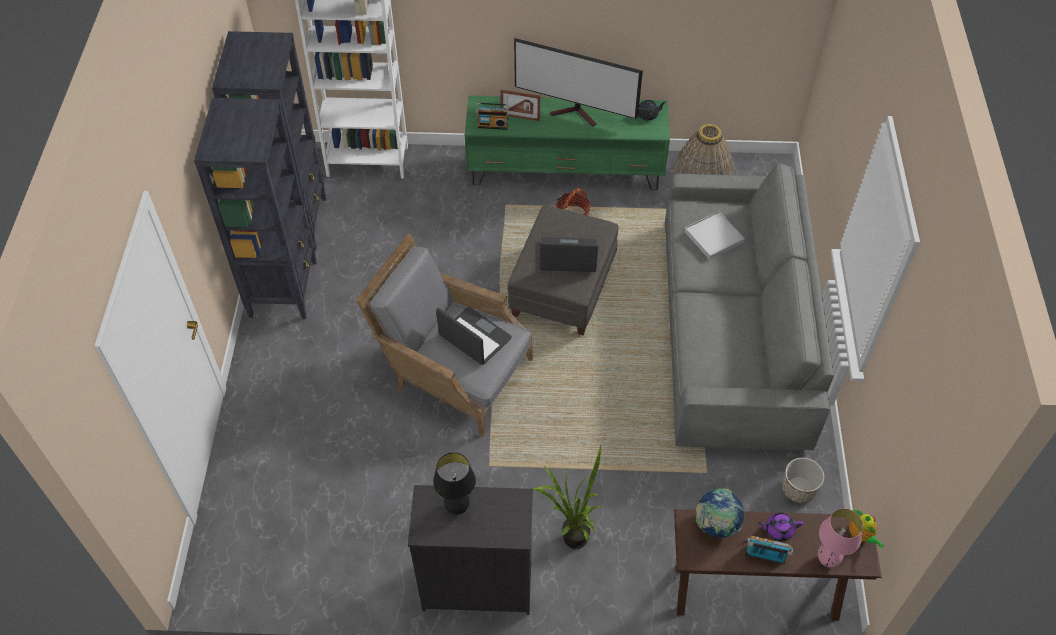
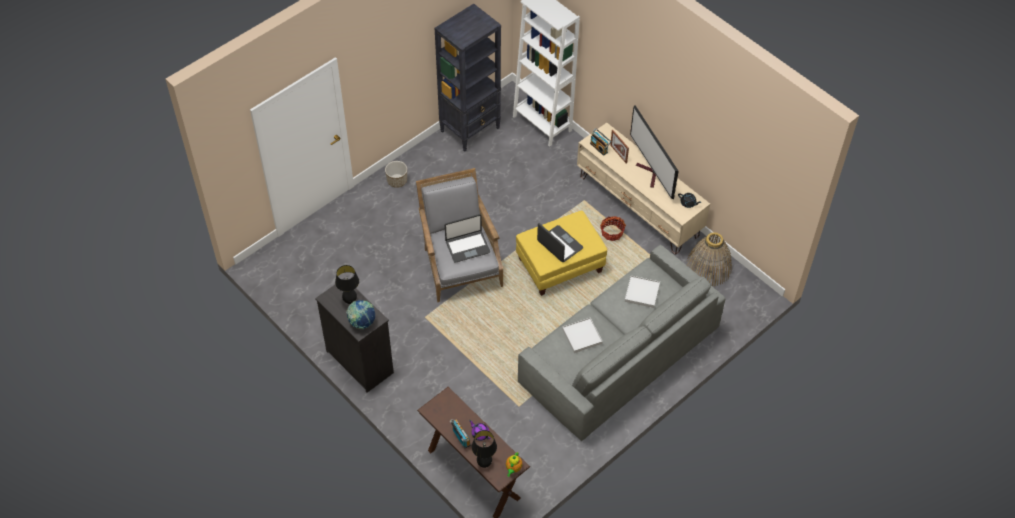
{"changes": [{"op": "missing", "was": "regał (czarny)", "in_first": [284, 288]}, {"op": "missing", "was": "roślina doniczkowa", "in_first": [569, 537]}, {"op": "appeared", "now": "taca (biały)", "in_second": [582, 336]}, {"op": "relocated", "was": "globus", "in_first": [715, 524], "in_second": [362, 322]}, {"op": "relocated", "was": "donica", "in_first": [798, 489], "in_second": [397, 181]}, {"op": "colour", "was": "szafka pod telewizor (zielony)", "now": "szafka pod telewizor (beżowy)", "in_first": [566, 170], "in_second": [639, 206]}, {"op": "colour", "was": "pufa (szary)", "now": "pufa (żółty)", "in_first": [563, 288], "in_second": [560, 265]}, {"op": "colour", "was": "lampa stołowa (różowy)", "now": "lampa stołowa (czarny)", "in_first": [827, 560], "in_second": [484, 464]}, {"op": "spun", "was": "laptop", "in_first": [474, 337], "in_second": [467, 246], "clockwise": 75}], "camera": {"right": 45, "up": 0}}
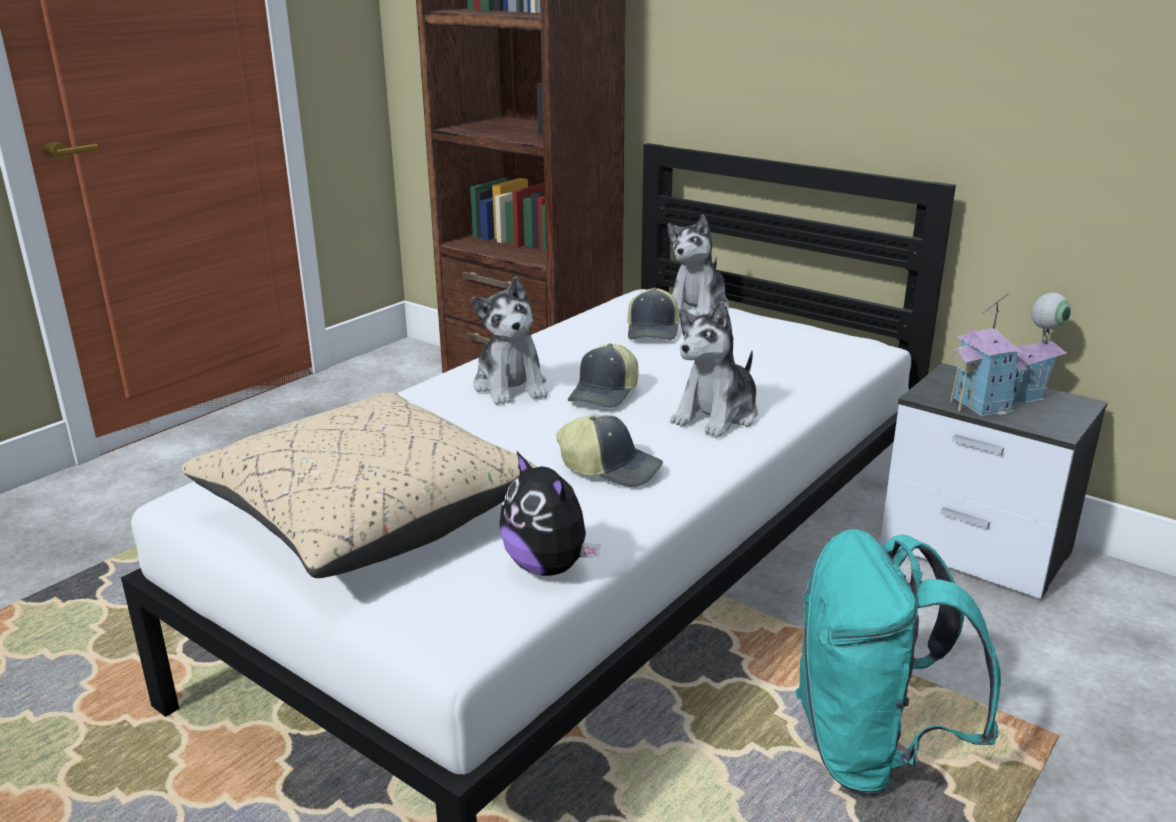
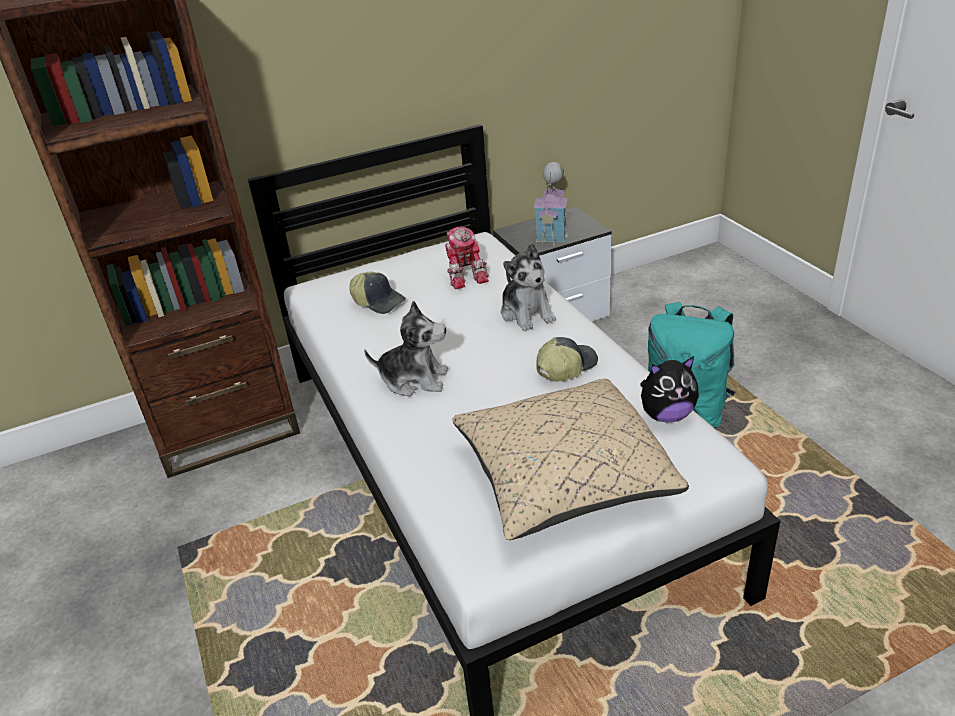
{"changes": [{"op": "missing", "was": "czapka z daszkiem", "in_first": [605, 394]}, {"op": "missing", "was": "pluszak", "in_first": [698, 307]}, {"op": "appeared", "now": "robot zabawkowy", "in_second": [465, 274]}], "camera": {"right": -60, "up": 10}}
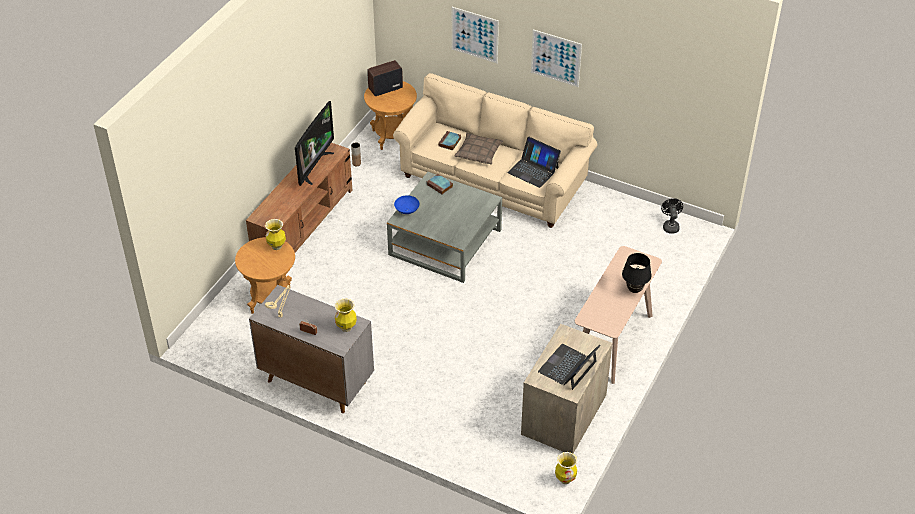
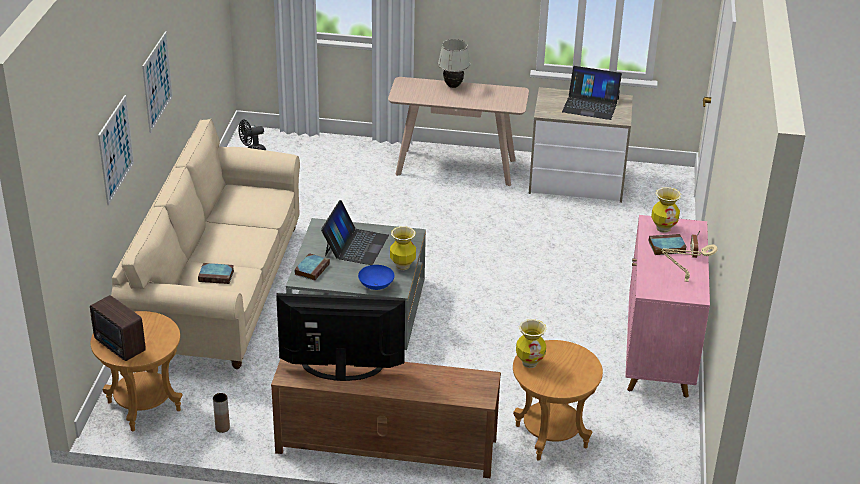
{"changes": [{"op": "missing", "was": "poduszka", "in_first": [479, 152]}, {"op": "appeared", "now": "książka", "in_second": [666, 247]}, {"op": "relocated", "was": "laptop", "in_first": [533, 170], "in_second": [355, 245]}, {"op": "relocated", "was": "wazon", "in_first": [565, 479], "in_second": [402, 266]}, {"op": "colour", "was": "szafka (szary)", "now": "szafka (różowy)", "in_first": [316, 381], "in_second": [658, 357]}, {"op": "colour", "was": "lampa stołowa (czarny)", "now": "lampa stołowa (biały)", "in_first": [634, 290], "in_second": [453, 86]}], "camera": {"right": -110, "up": -10}}
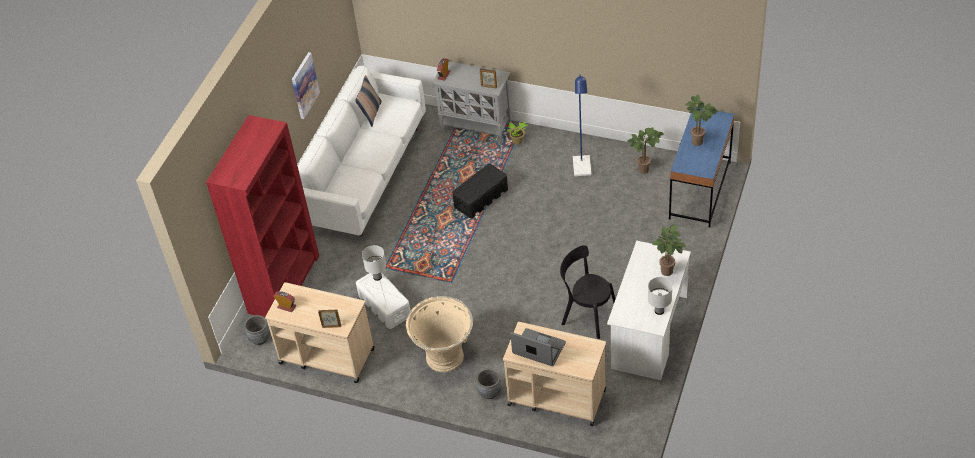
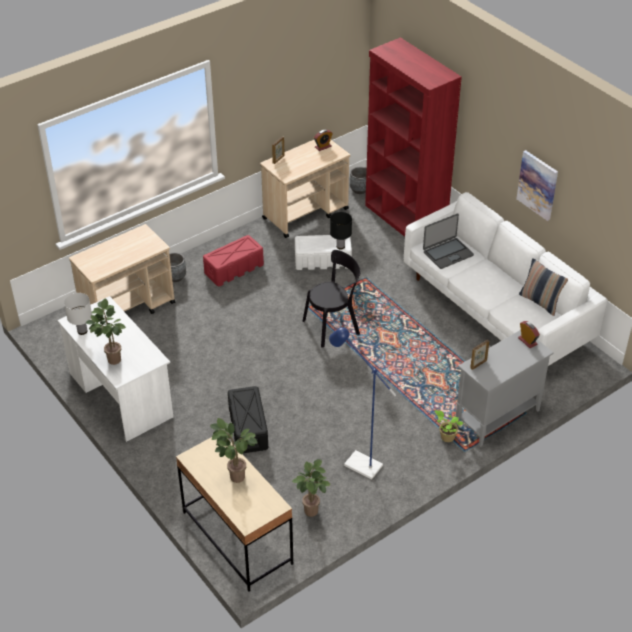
{"changes": [{"op": "relocated", "was": "pojemnik do przechowywania (czarny)", "in_first": [481, 198], "in_second": [248, 428]}, {"op": "relocated", "was": "laptop", "in_first": [538, 349], "in_second": [447, 253]}, {"op": "relocated", "was": "krzesło (czarny)", "in_first": [587, 315], "in_second": [333, 326]}, {"op": "exchanged", "was": "donica (beżowy)", "now": "pojemnik do przechowywania (czerwony)", "in_first": [444, 358], "in_second": [234, 269]}, {"op": "colour", "was": "lampa stołowa (biały)", "now": "lampa stołowa (czarny)", "in_first": [377, 277], "in_second": [340, 246]}, {"op": "colour", "was": "biurko (niebieski)", "now": "biurko (beżowy)", "in_first": [699, 190], "in_second": [237, 537]}], "camera": {"right": 120, "up": -5}}
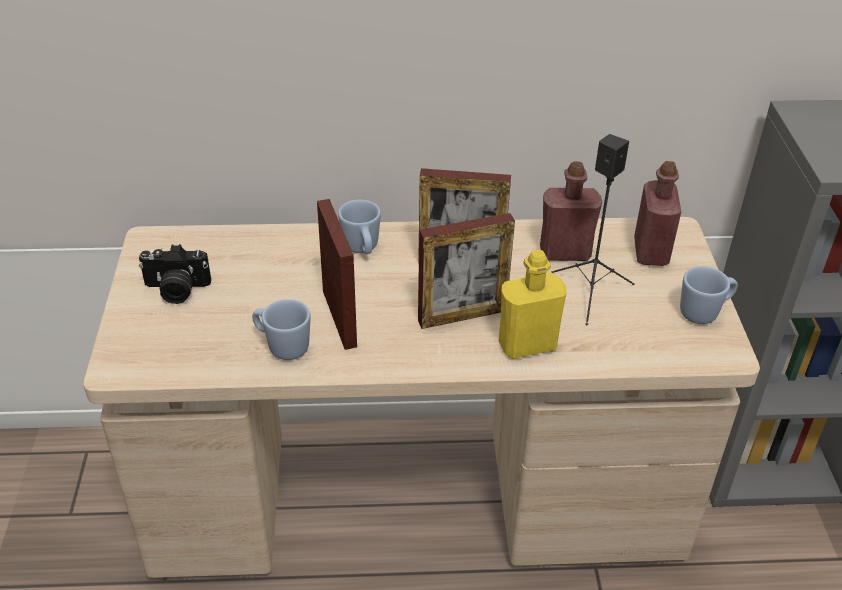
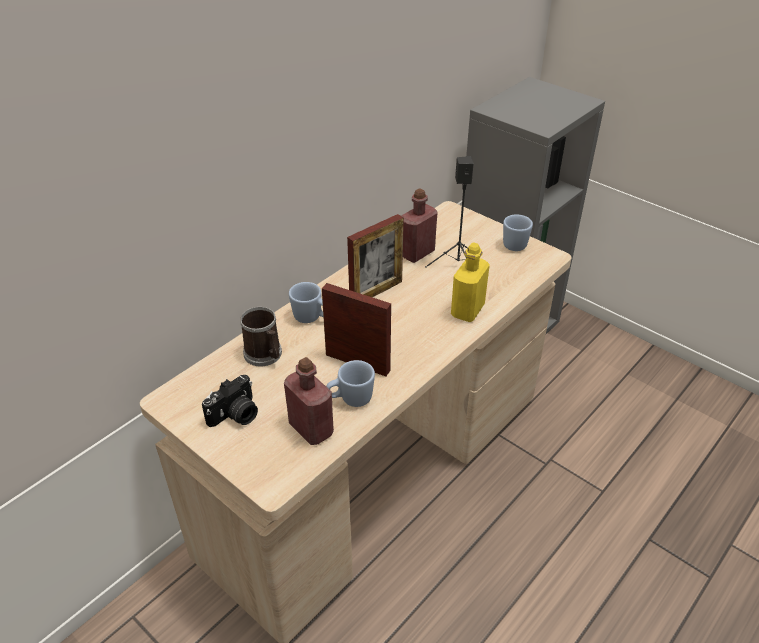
{"changes": [{"op": "missing", "was": "ramka na zdjęcie", "in_first": [462, 316]}, {"op": "appeared", "now": "kubek", "in_second": [265, 355]}, {"op": "relocated", "was": "butelka (czerwony)", "in_first": [650, 252], "in_second": [311, 429]}], "camera": {"right": -45, "up": 0}}
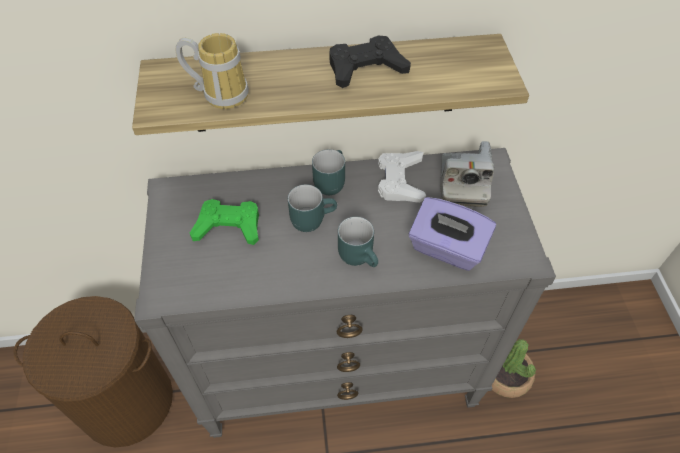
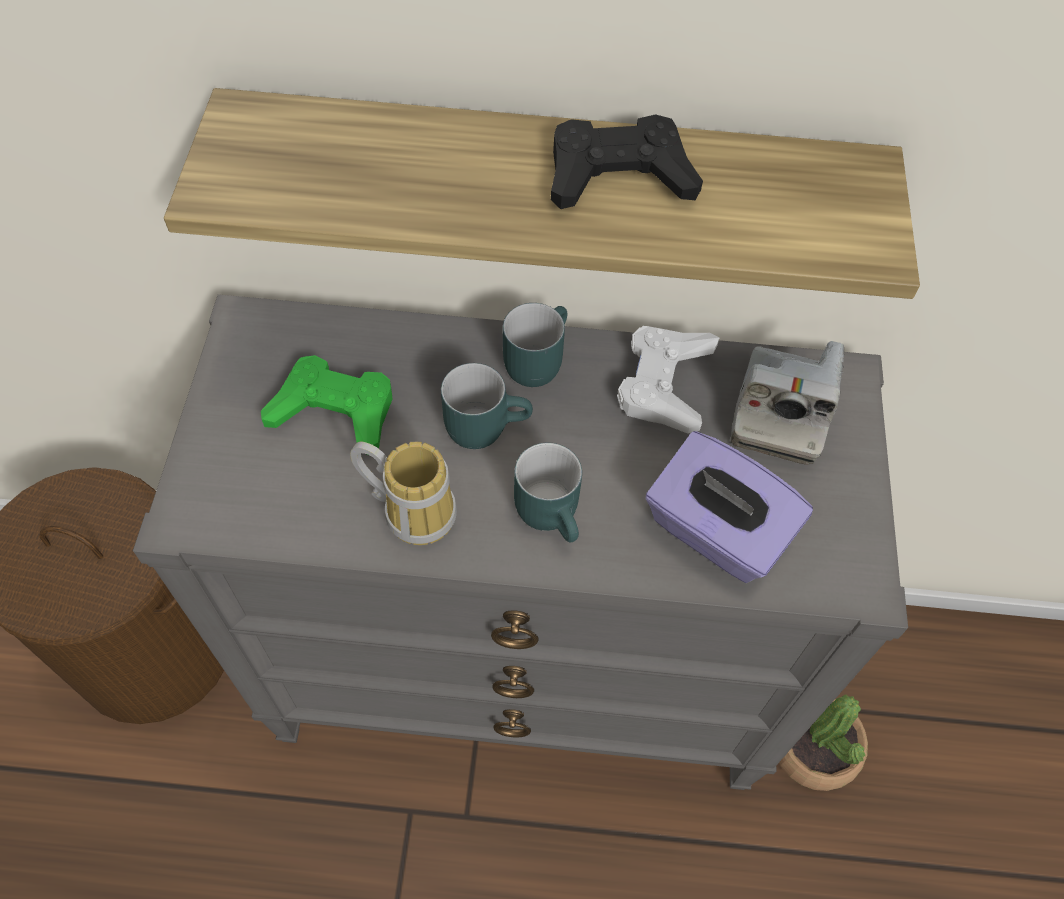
{"changes": [{"op": "relocated", "was": "kubek", "in_first": [221, 93], "in_second": [413, 508]}], "camera": {"right": 10, "up": 5}}
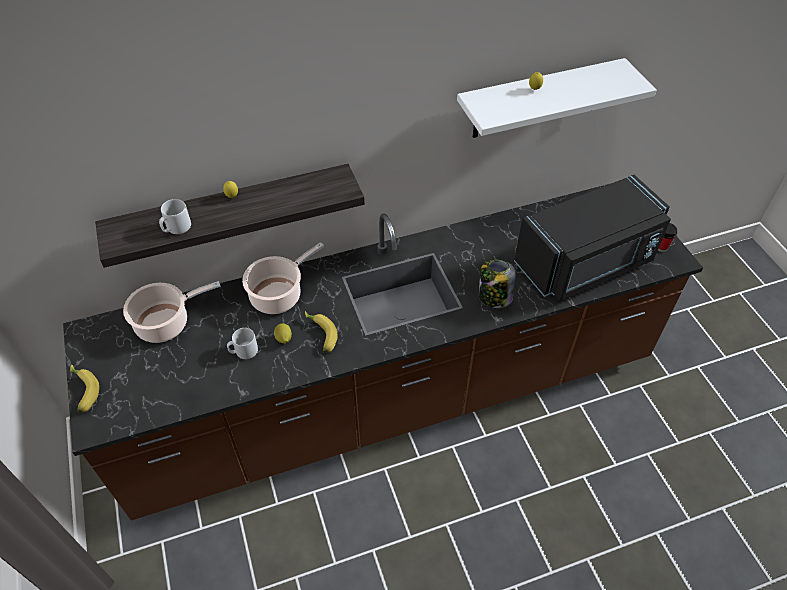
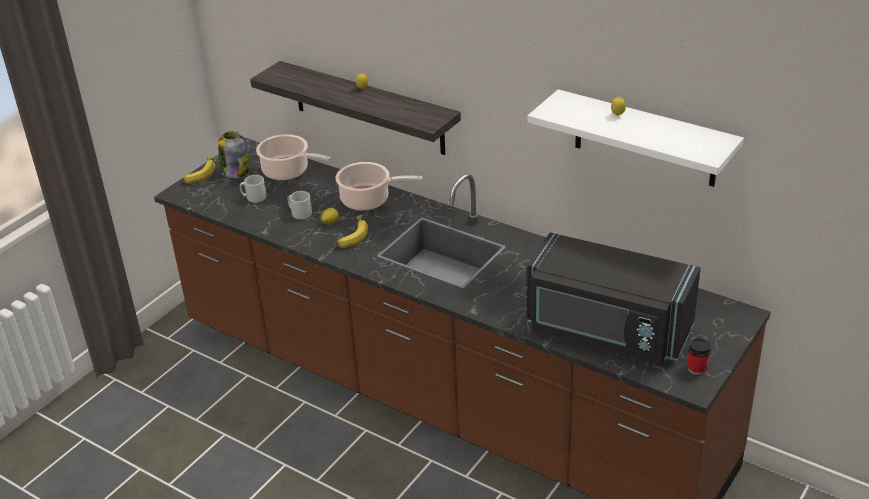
{"changes": [{"op": "relocated", "was": "kubek (szary)", "in_first": [176, 228], "in_second": [254, 197]}, {"op": "relocated", "was": "słoik", "in_first": [494, 297], "in_second": [235, 171]}], "camera": {"right": 55, "up": -15}}
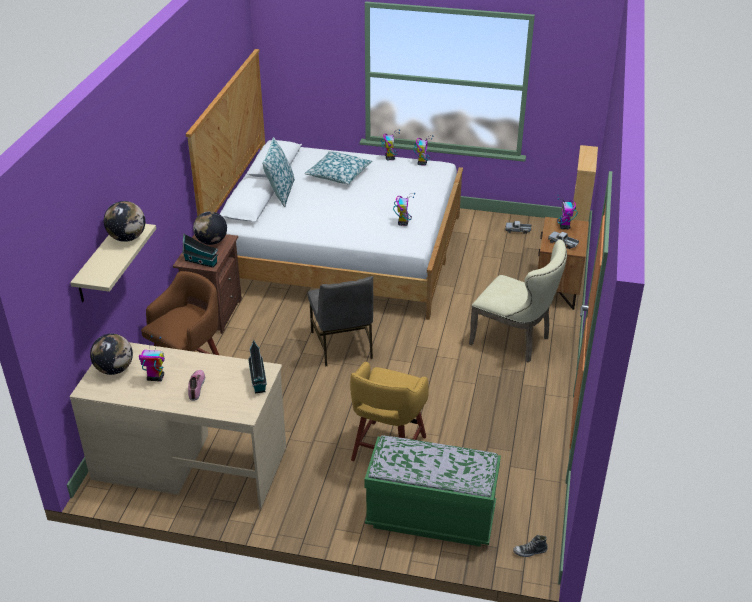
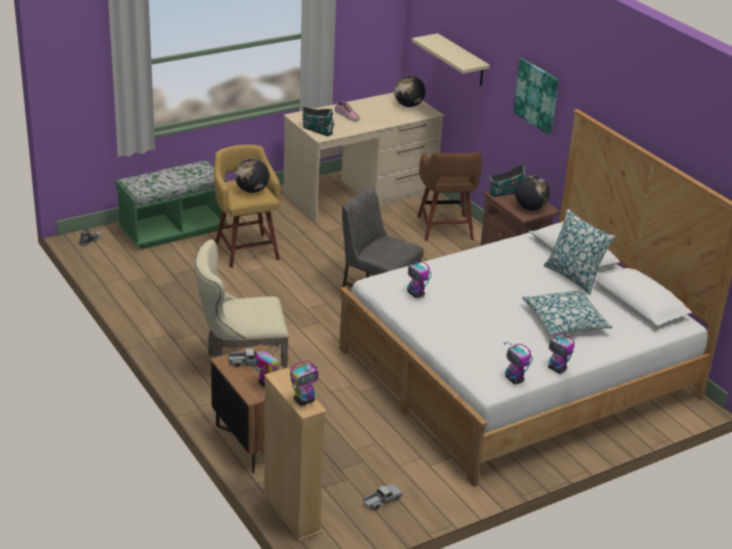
{"changes": [{"op": "appeared", "now": "obraz", "in_second": [537, 95]}, {"op": "relocated", "was": "globus", "in_first": [127, 238], "in_second": [252, 190]}, {"op": "relocated", "was": "robot zabawkowy", "in_first": [155, 378], "in_second": [304, 401]}], "camera": {"right": 135, "up": -5}}
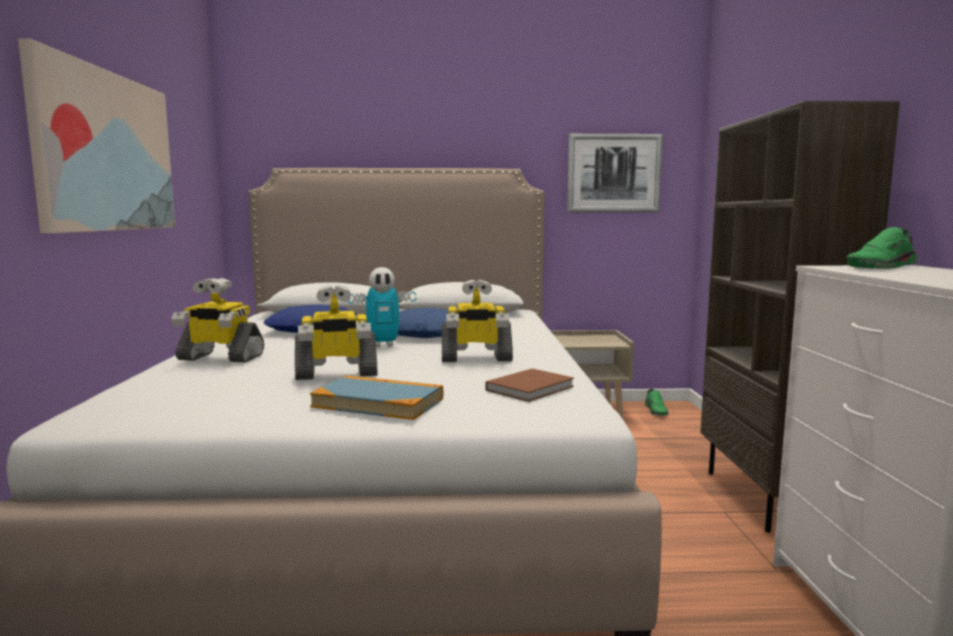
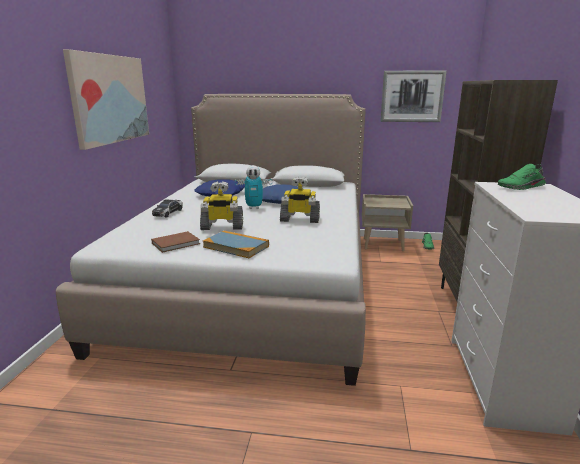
{"changes": [{"op": "relocated", "was": "książka (brązowy)", "in_first": [532, 388], "in_second": [177, 243]}, {"op": "exchanged", "was": "robot zabawkowy", "now": "samochodzik", "in_first": [220, 358], "in_second": [168, 213]}], "camera": {"right": 10, "up": 10}}
